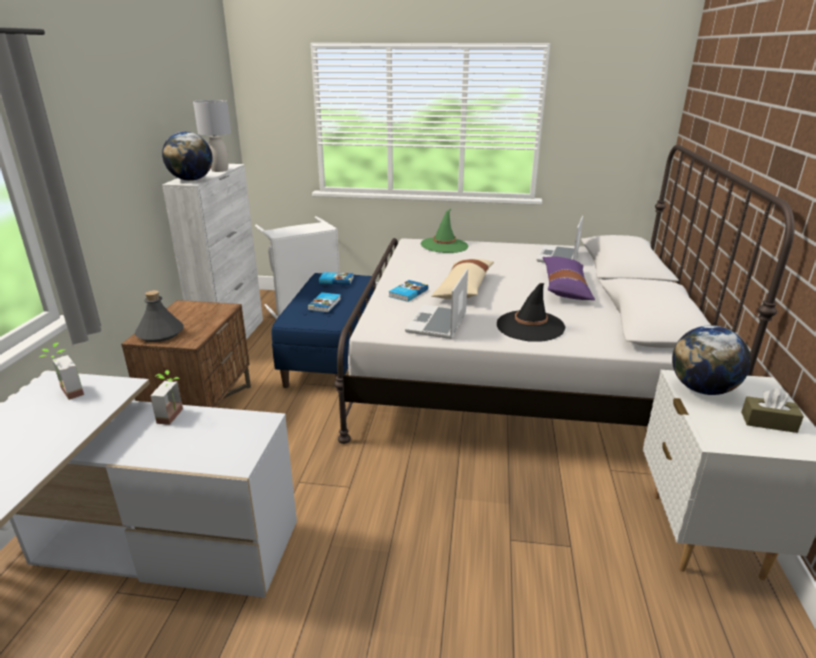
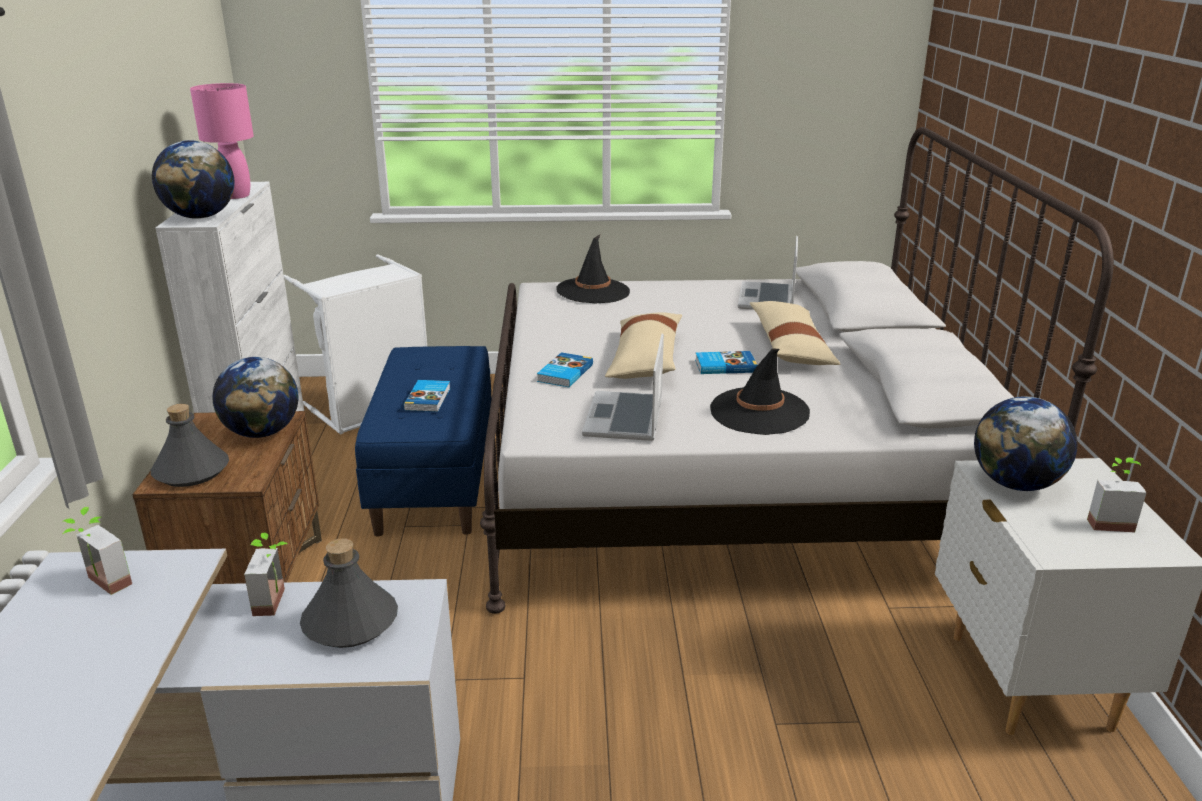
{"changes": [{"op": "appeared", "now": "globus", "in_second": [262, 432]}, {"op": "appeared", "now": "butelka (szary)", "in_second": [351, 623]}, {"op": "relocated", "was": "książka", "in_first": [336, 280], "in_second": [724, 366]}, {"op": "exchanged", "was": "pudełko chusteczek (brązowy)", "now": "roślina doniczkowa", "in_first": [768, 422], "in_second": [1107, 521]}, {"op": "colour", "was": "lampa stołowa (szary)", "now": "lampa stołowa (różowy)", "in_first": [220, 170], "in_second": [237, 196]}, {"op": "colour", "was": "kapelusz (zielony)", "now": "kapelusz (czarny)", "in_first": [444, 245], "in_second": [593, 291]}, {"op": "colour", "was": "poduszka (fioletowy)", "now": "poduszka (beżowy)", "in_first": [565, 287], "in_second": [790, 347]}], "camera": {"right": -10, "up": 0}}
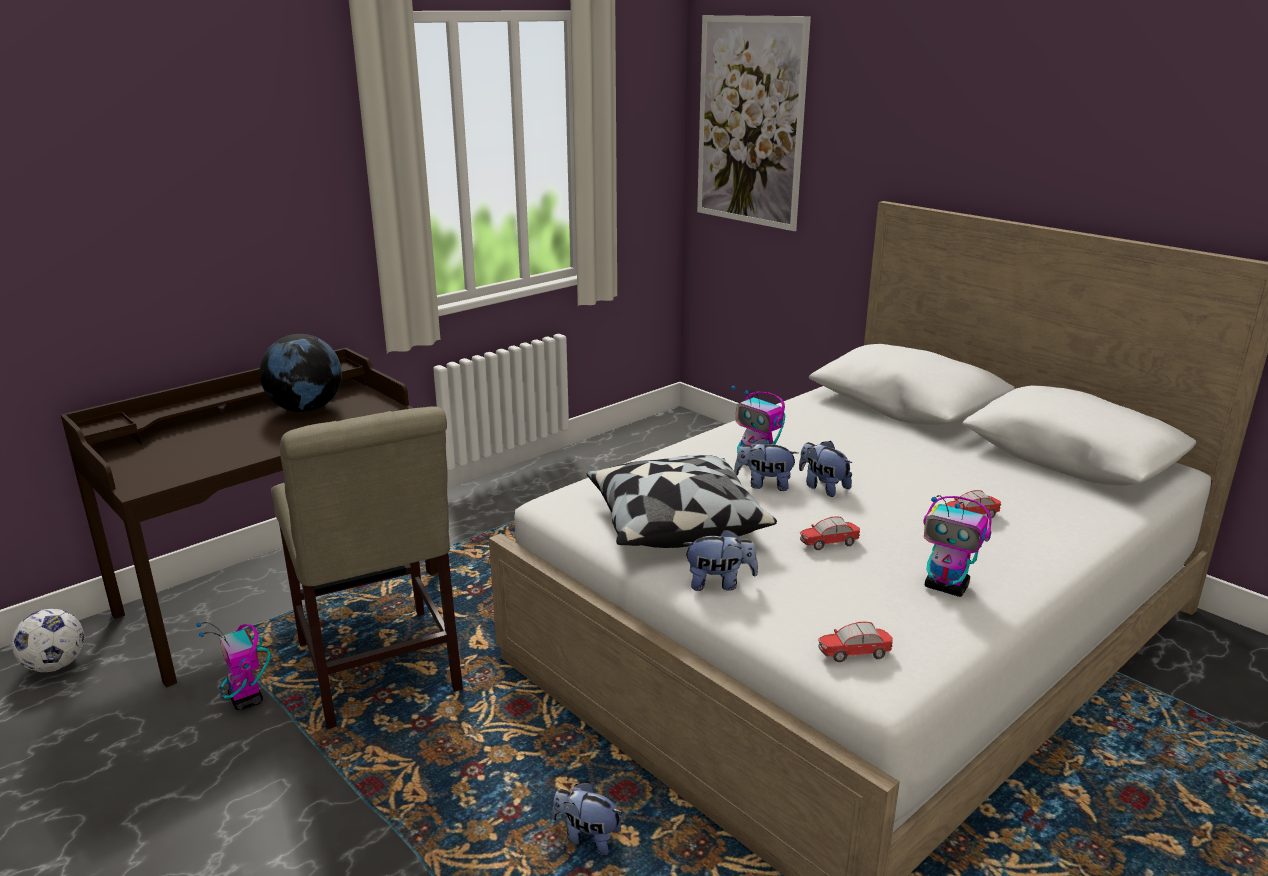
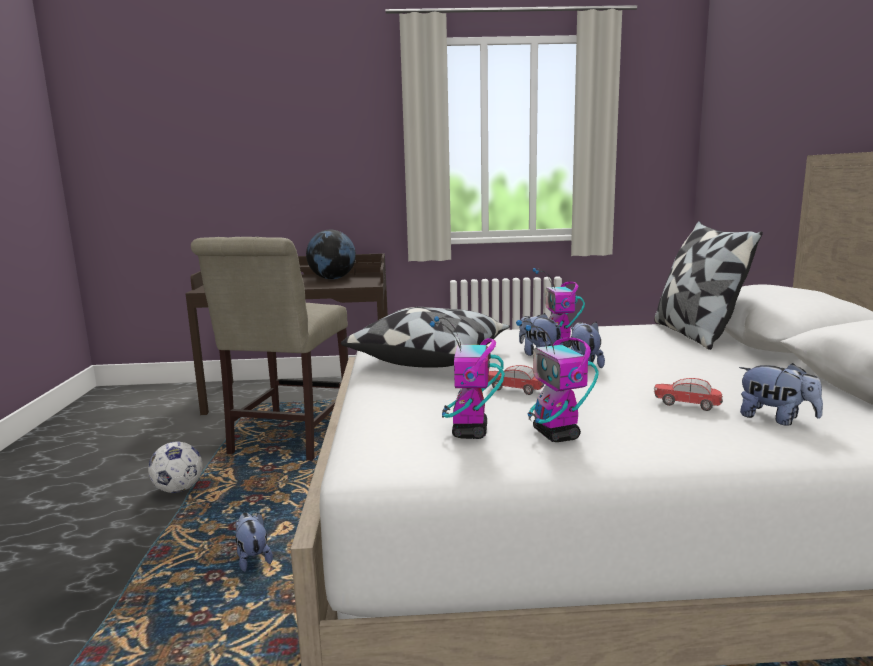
{"changes": [{"op": "missing", "was": "obraz", "in_first": [750, 122]}, {"op": "missing", "was": "samochodzik", "in_first": [855, 654]}, {"op": "appeared", "now": "poduszka", "in_second": [694, 334]}, {"op": "relocated", "was": "piłka futbolowa", "in_first": [56, 665], "in_second": [179, 489]}, {"op": "relocated", "was": "robot zabawkowy", "in_first": [246, 700], "in_second": [470, 432]}, {"op": "relocated", "was": "pluszak", "in_first": [719, 583], "in_second": [776, 419]}], "camera": {"right": 40, "up": -10}}
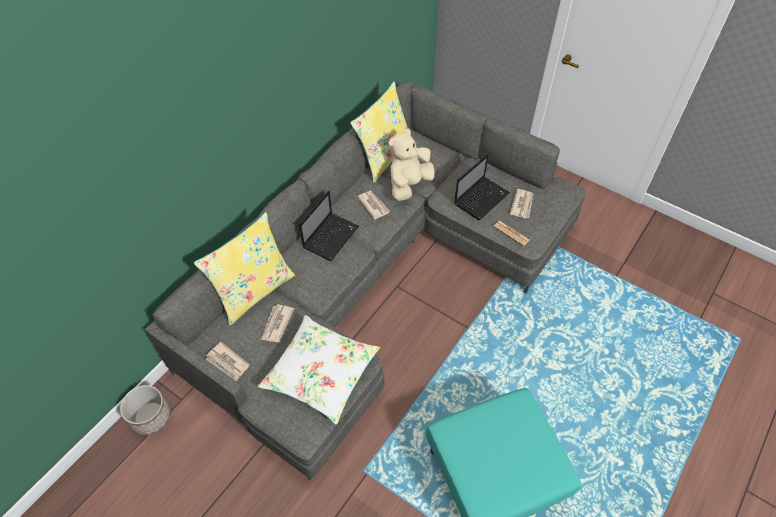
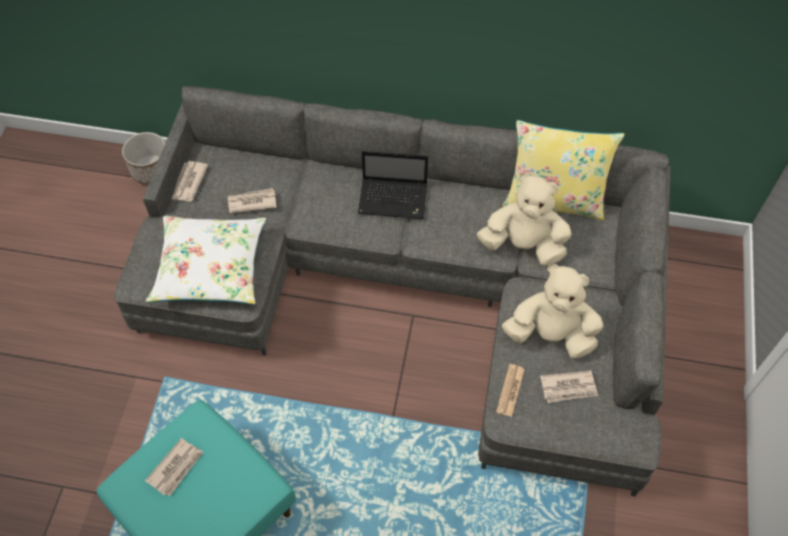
{"changes": [{"op": "missing", "was": "poduszka (żółty)", "in_first": [254, 291]}, {"op": "relocated", "was": "gazeta", "in_first": [373, 205], "in_second": [176, 468]}, {"op": "exchanged", "was": "laptop", "now": "pluszak (beżowy)", "in_first": [482, 198], "in_second": [551, 334]}], "camera": {"right": 65, "up": 5}}
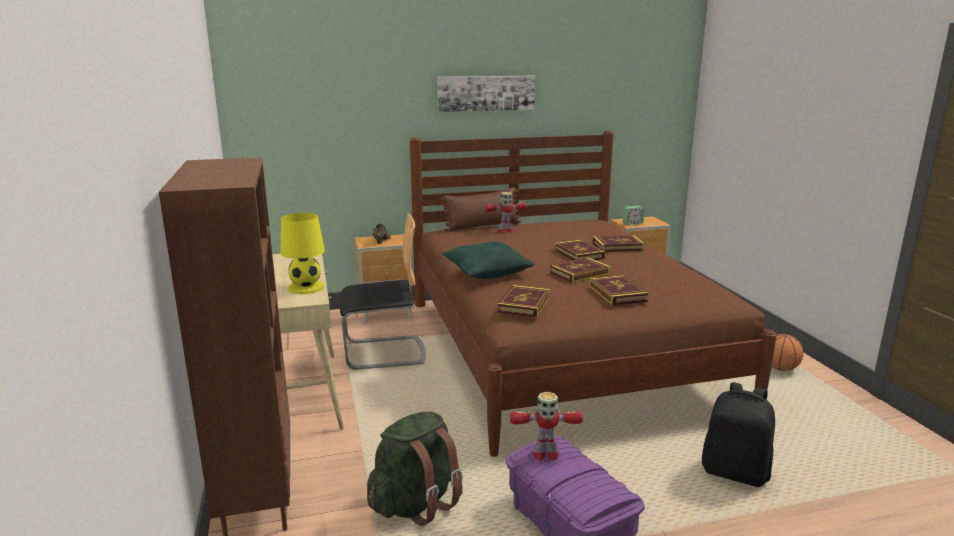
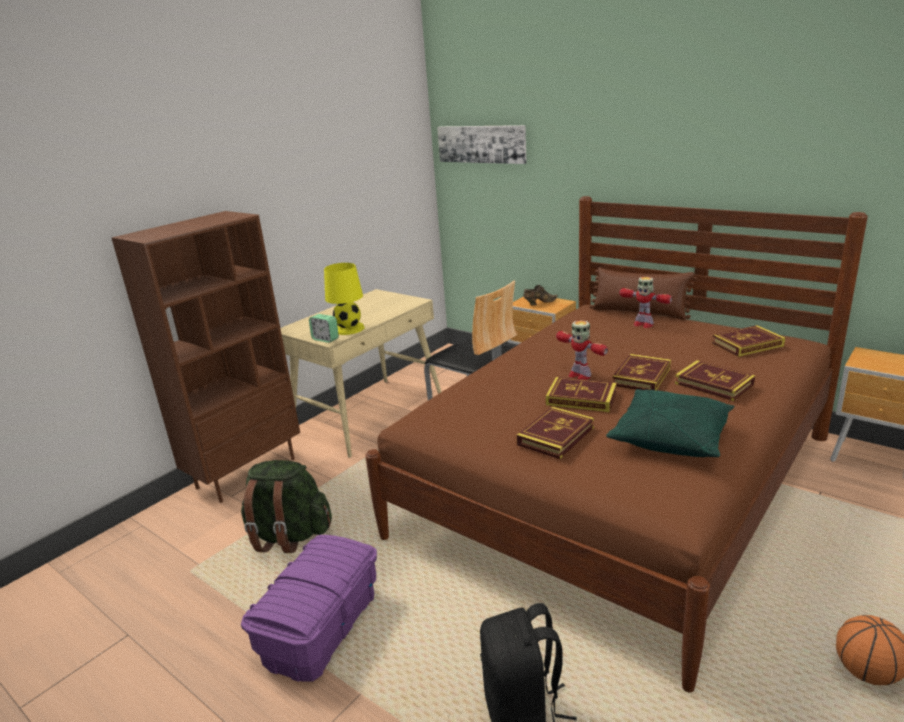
{"changes": [{"op": "relocated", "was": "obraz", "in_first": [486, 93], "in_second": [481, 144]}, {"op": "relocated", "was": "poduszka (zielony)", "in_first": [486, 272], "in_second": [670, 437]}, {"op": "relocated", "was": "książka", "in_first": [524, 305], "in_second": [747, 344]}, {"op": "relocated", "was": "robot zabawkowy", "in_first": [545, 454], "in_second": [579, 375]}, {"op": "relocated", "was": "budzik", "in_first": [632, 224], "in_second": [325, 339]}], "camera": {"right": 55, "up": 5}}
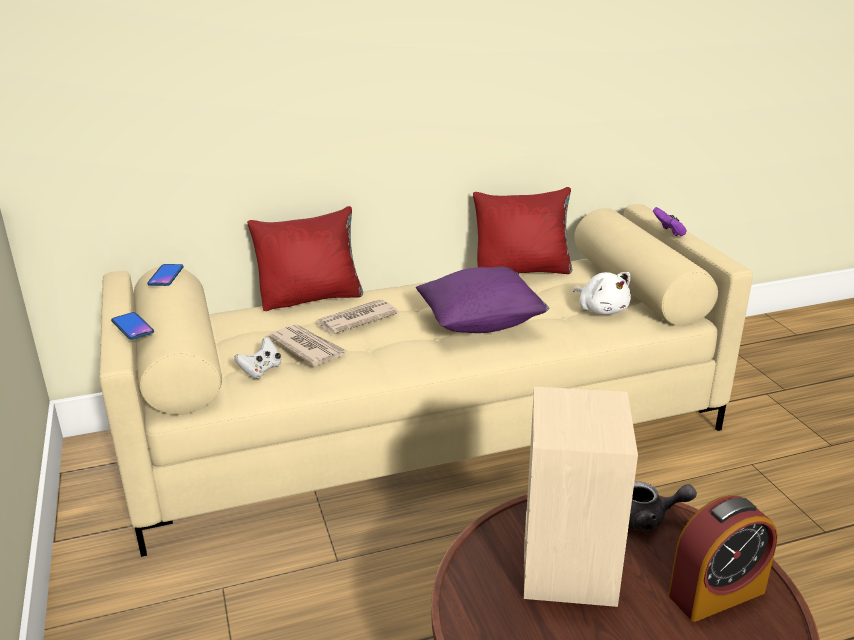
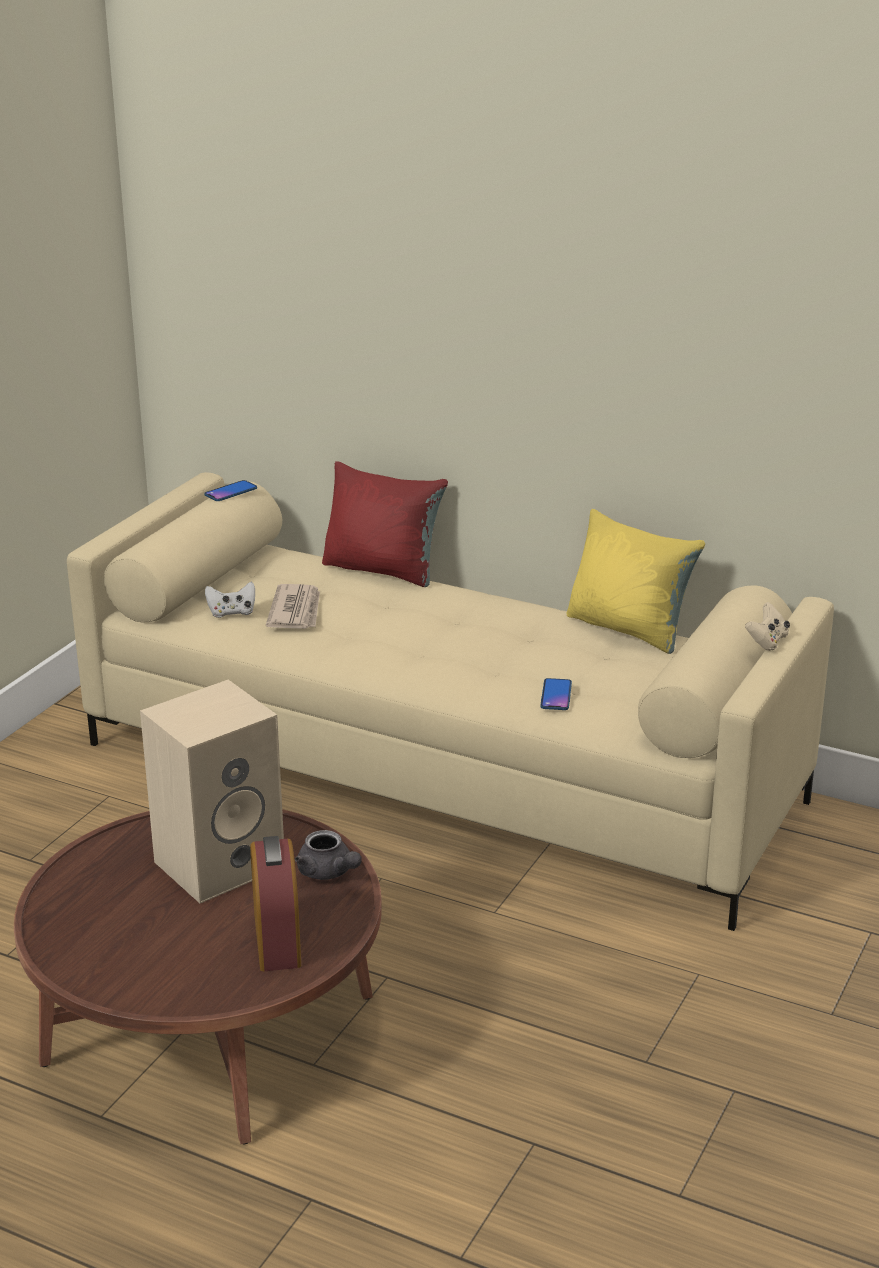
{"changes": [{"op": "missing", "was": "gazeta", "in_first": [355, 320]}, {"op": "missing", "was": "poduszka (fioletowy)", "in_first": [481, 323]}, {"op": "missing", "was": "pluszak (biały)", "in_first": [601, 310]}, {"op": "relocated", "was": "telefon", "in_first": [132, 327], "in_second": [556, 695]}, {"op": "colour", "was": "poduszka (czerwony)", "now": "poduszka (żółty)", "in_first": [522, 270], "in_second": [629, 629]}, {"op": "colour", "was": "pad do gier (fioletowy)", "now": "pad do gier (beżowy)", "in_first": [669, 232], "in_second": [767, 642]}, {"op": "spun", "was": "budzik", "in_first": [716, 593], "in_second": [277, 940], "clockwise": -120}], "camera": {"right": 45, "up": 0}}
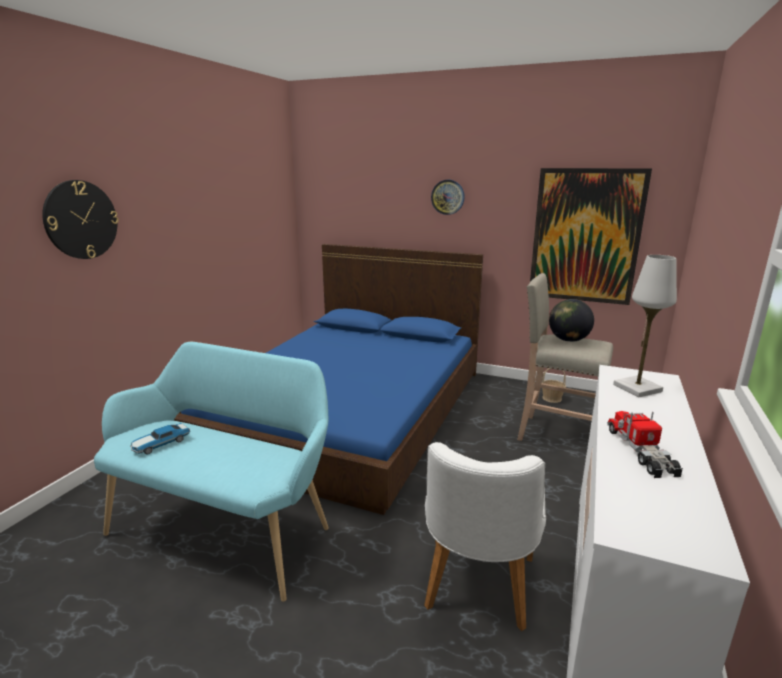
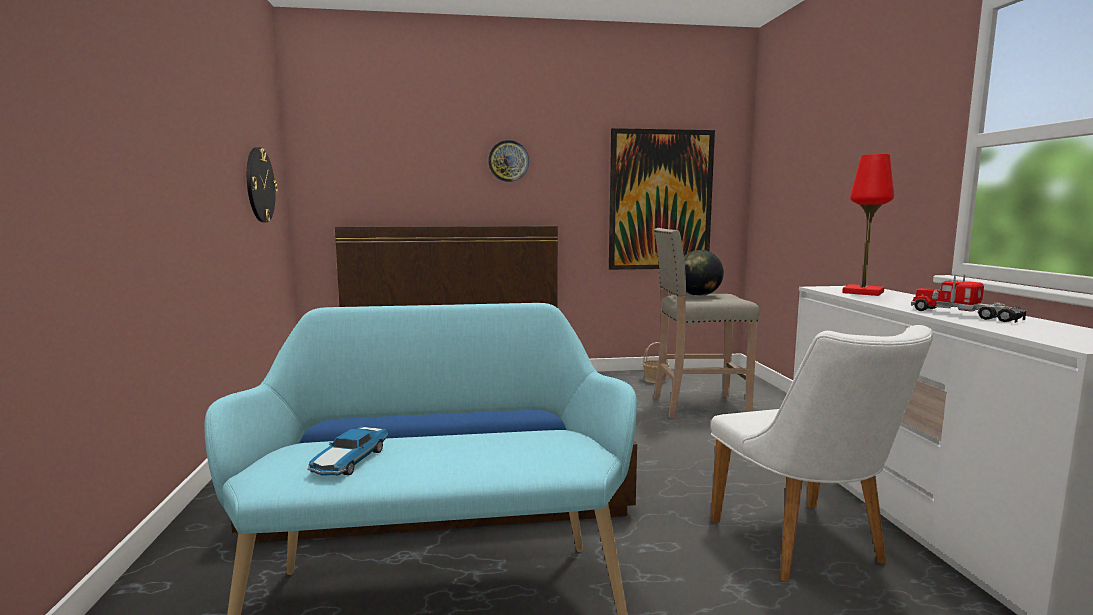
{"changes": [{"op": "relocated", "was": "zegar ścienny", "in_first": [81, 220], "in_second": [260, 185]}, {"op": "colour", "was": "lampa stołowa (biały)", "now": "lampa stołowa (czerwony)", "in_first": [637, 388], "in_second": [863, 292]}], "camera": {"right": -30, "up": -10}}
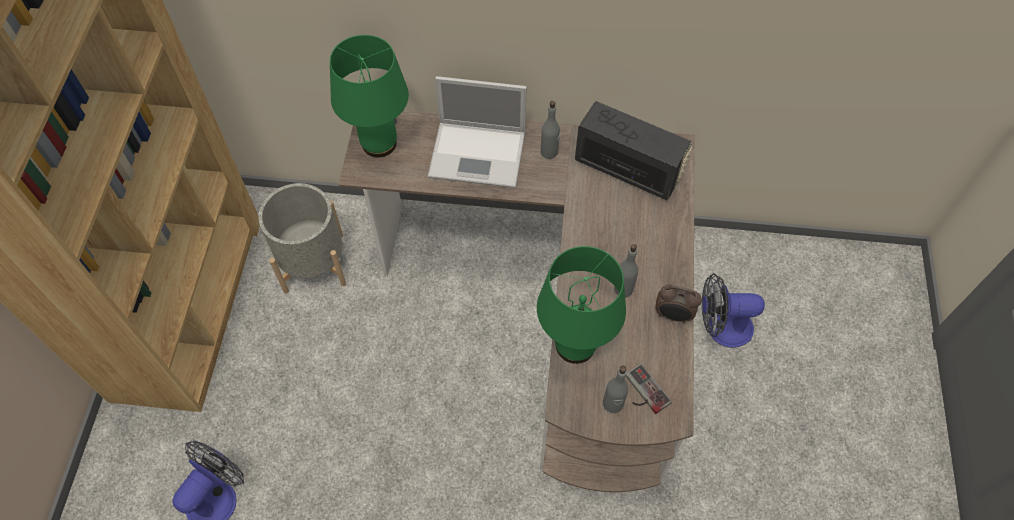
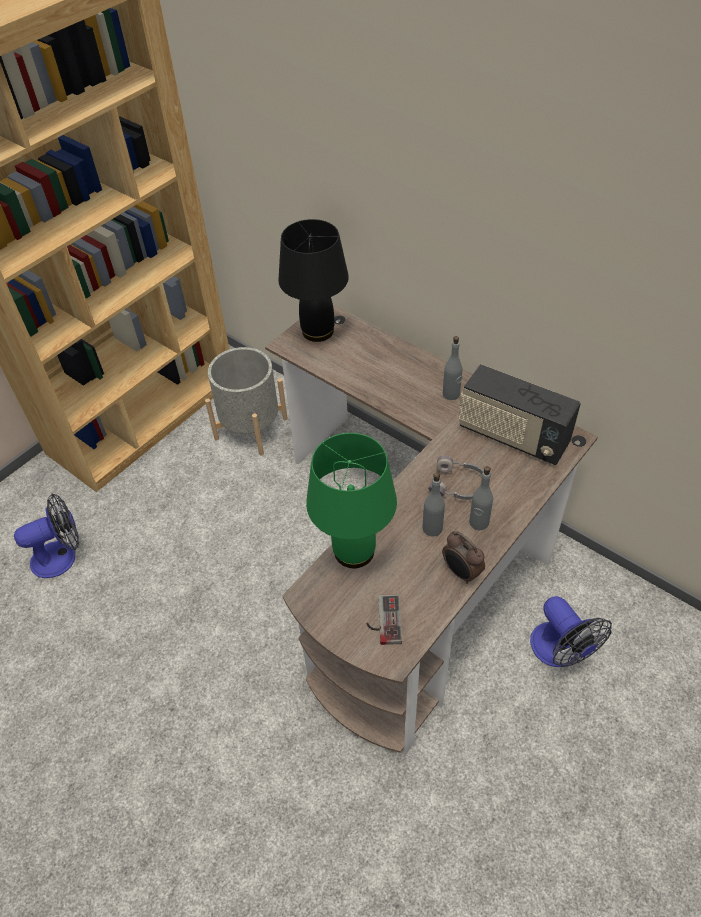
{"changes": [{"op": "missing", "was": "laptop", "in_first": [479, 154]}, {"op": "appeared", "now": "słuchawki (szary)", "in_second": [459, 486]}, {"op": "relocated", "was": "butelka (szary)", "in_first": [613, 404], "in_second": [478, 522]}, {"op": "colour", "was": "lampa stołowa (zielony)", "now": "lampa stołowa (czarny)", "in_first": [379, 144], "in_second": [317, 331]}, {"op": "spun", "was": "radio", "in_first": [628, 169], "in_second": [512, 436], "clockwise": 150}, {"op": "spun", "was": "wentylator", "in_first": [721, 327], "in_second": [560, 652], "clockwise": -150}], "camera": {"right": 35, "up": -10}}
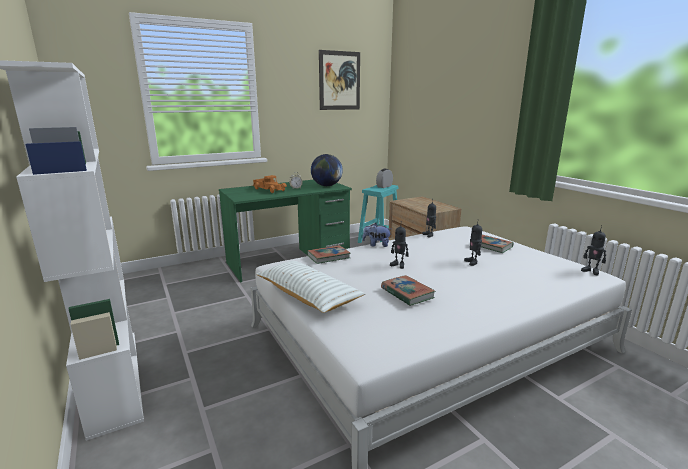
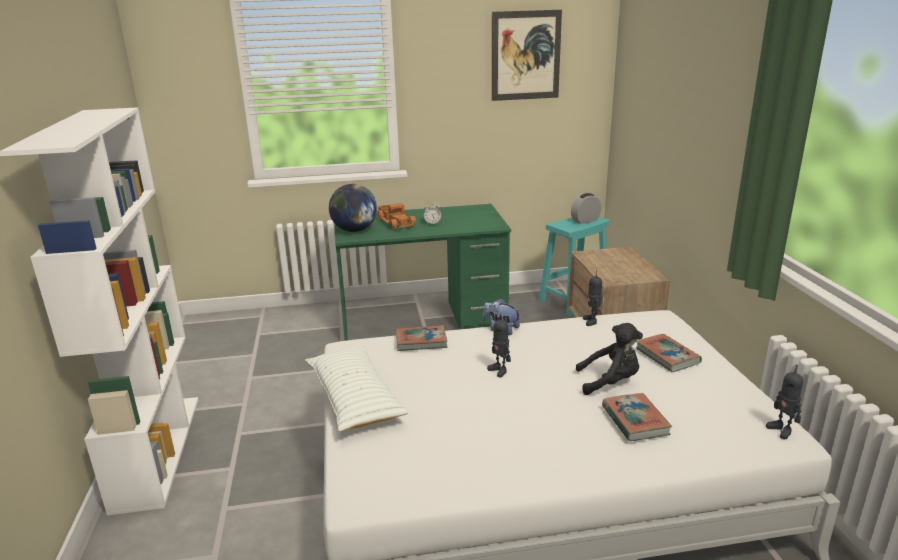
{"changes": [{"op": "relocated", "was": "globus", "in_first": [326, 186], "in_second": [354, 230]}, {"op": "relocated", "was": "książka", "in_first": [407, 293], "in_second": [635, 421]}, {"op": "exchanged", "was": "robot zabawkowy", "now": "pluszak (czarny)", "in_first": [472, 262], "in_second": [610, 382]}], "camera": {"right": 20, "up": 5}}
